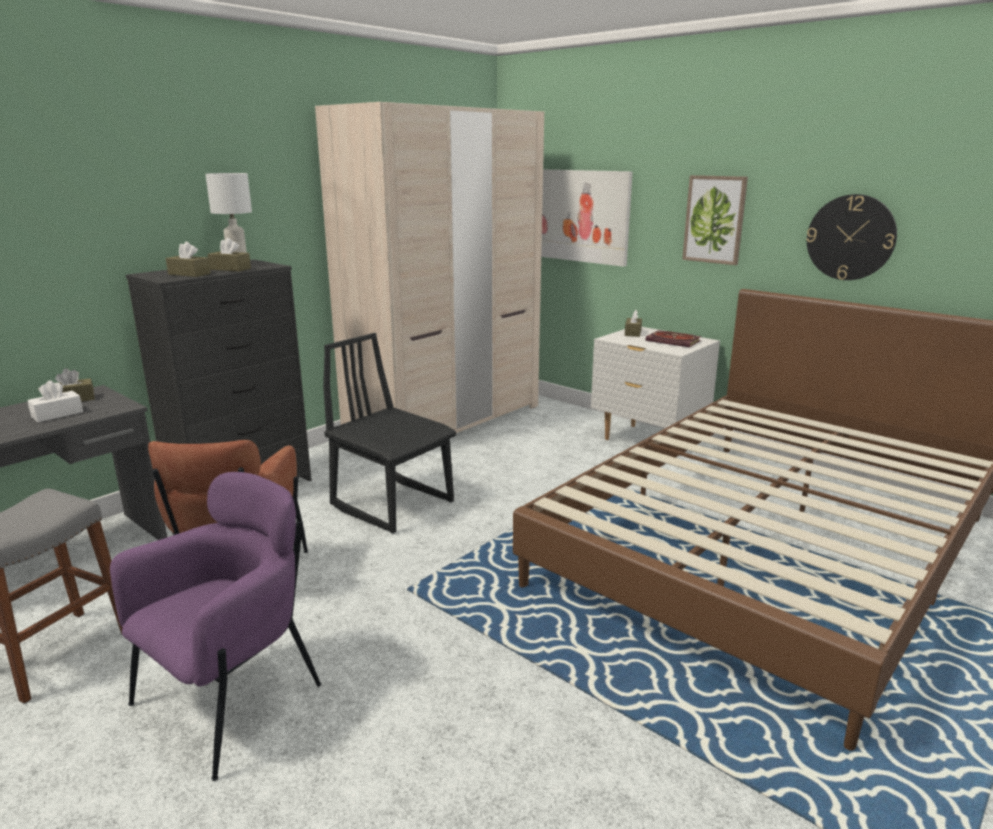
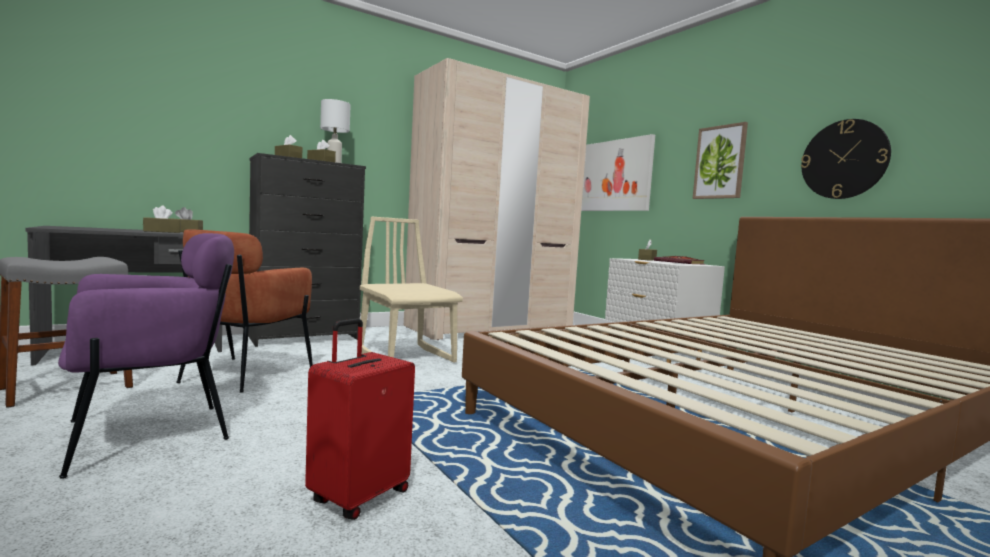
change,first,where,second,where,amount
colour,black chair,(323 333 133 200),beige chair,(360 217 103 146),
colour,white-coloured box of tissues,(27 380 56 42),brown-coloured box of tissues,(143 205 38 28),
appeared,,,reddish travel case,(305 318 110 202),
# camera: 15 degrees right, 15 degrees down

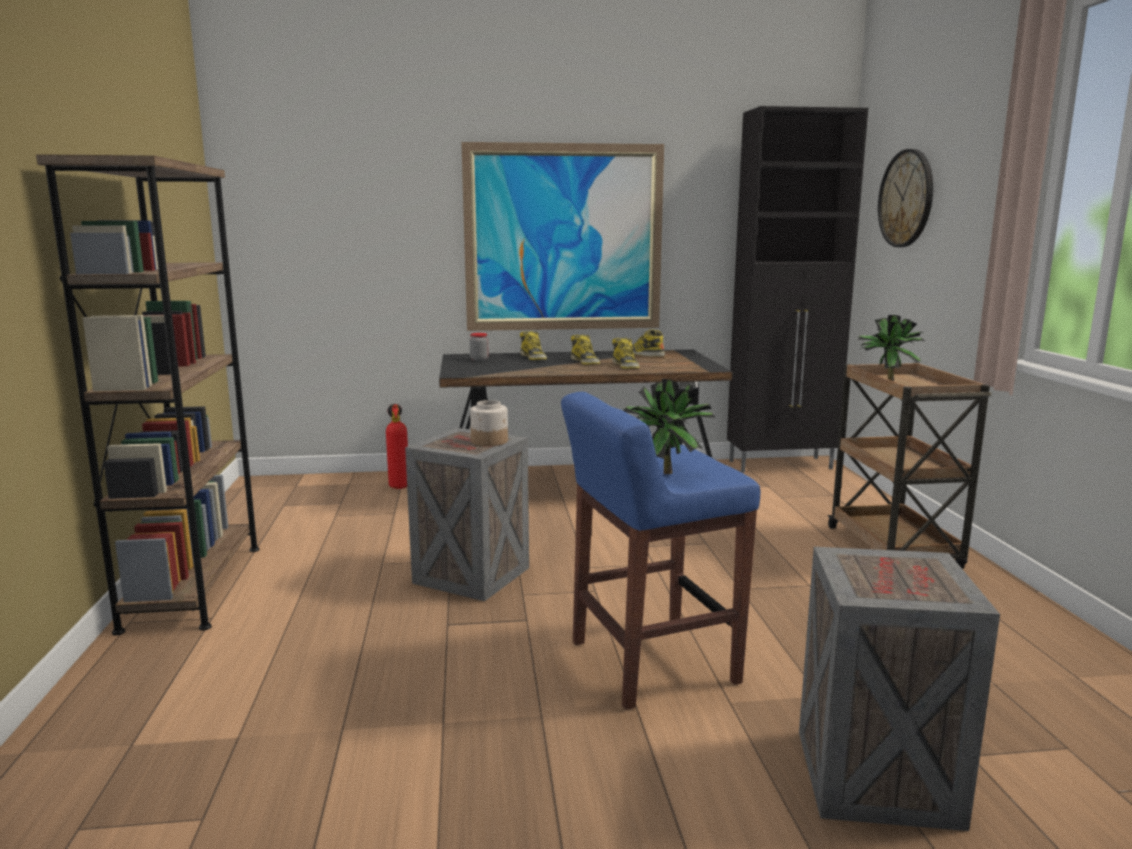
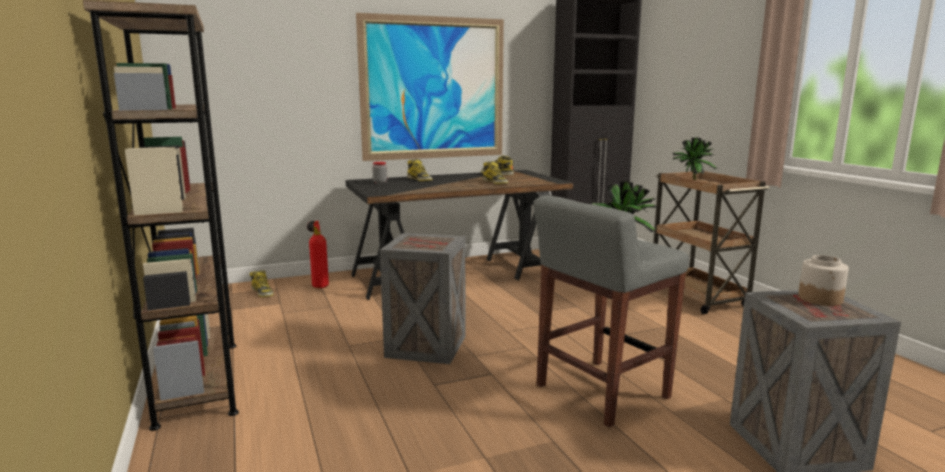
change,first,where,second,where,amount
missing,wall clock,(878 149 55 98),,,
relocated,boot,(571 334 29 31),,(250 270 23 27),
colour,blue-coloured stool,(561 392 199 318),grey stool,(533 195 156 232),
relocated,preserve jar,(470 400 38 46),,(798 255 51 51),
# camera: 15 degrees left, 0 degrees up

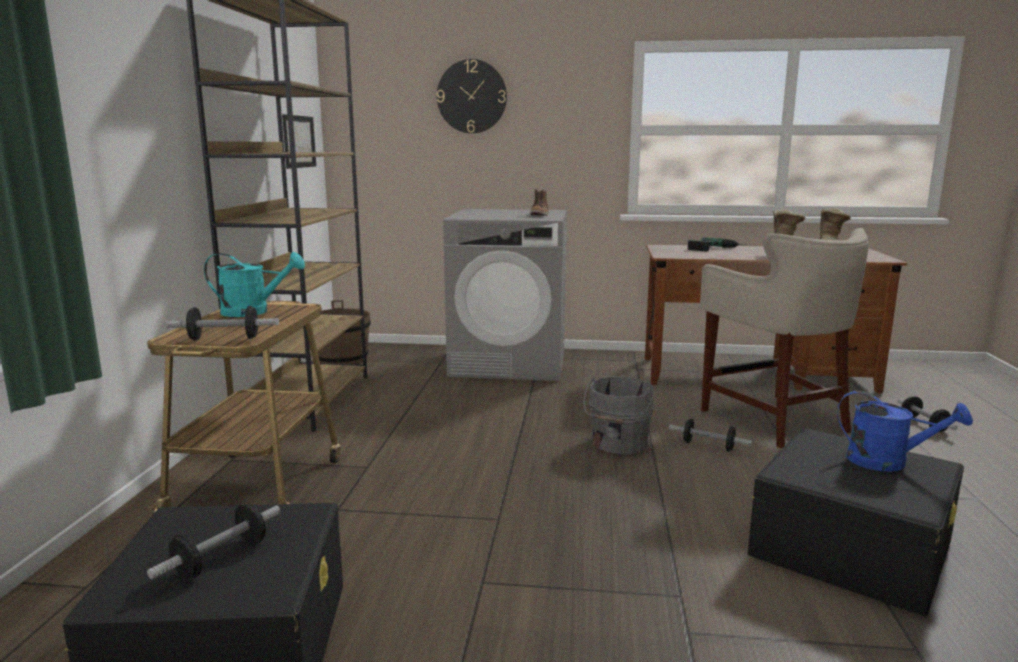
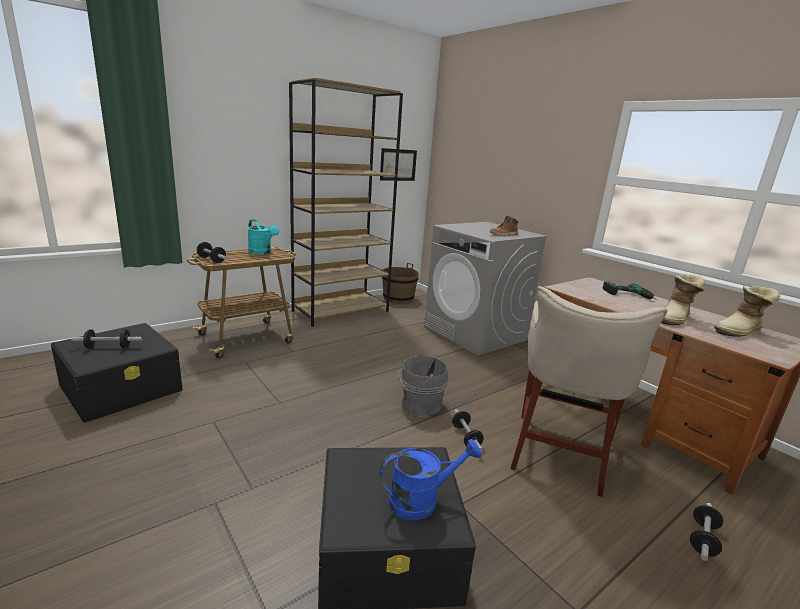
change,first,where,second,where,amount
missing,wall clock,(437 59 70 74),,,
spun,blue-coloured sprinkling can,(838 391 135 81),,(380 439 102 82),90 degrees counterclockwise
# camera: 45 degrees right, 5 degrees up

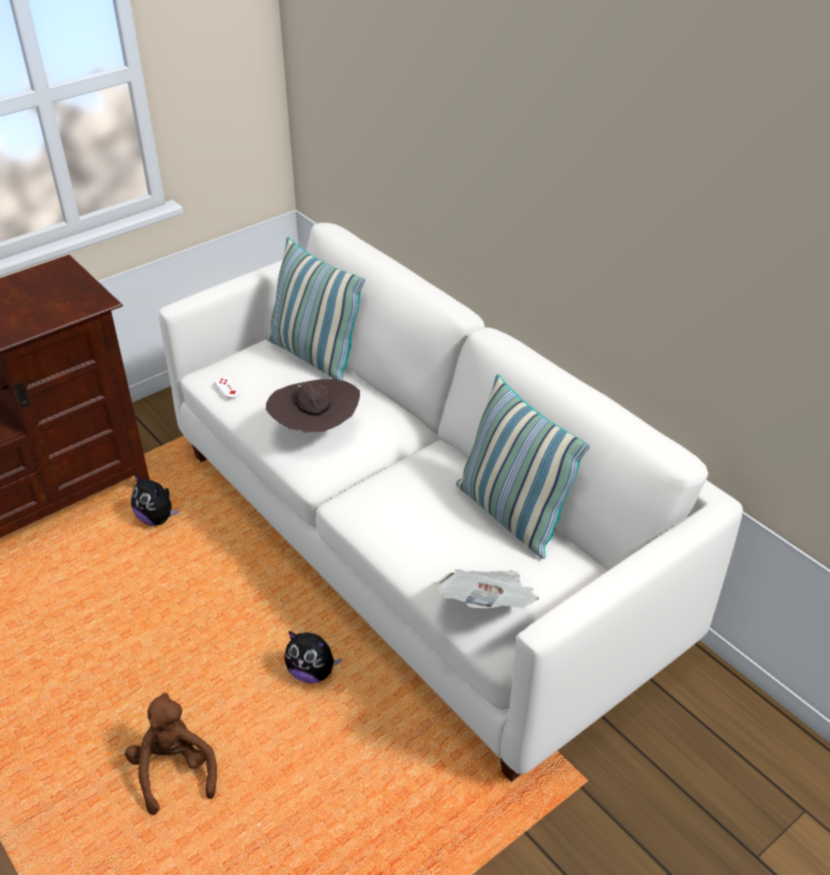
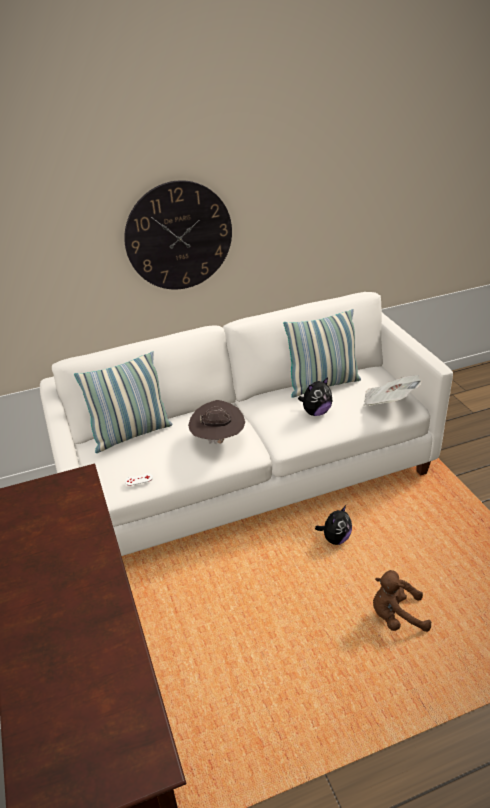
change,first,where,second,where,amount
relocated,soft toy,(131 474 48 52),,(298 377 34 39),
appeared,,,wall clock,(124 180 108 109),
# camera: 70 degrees left, 5 degrees down

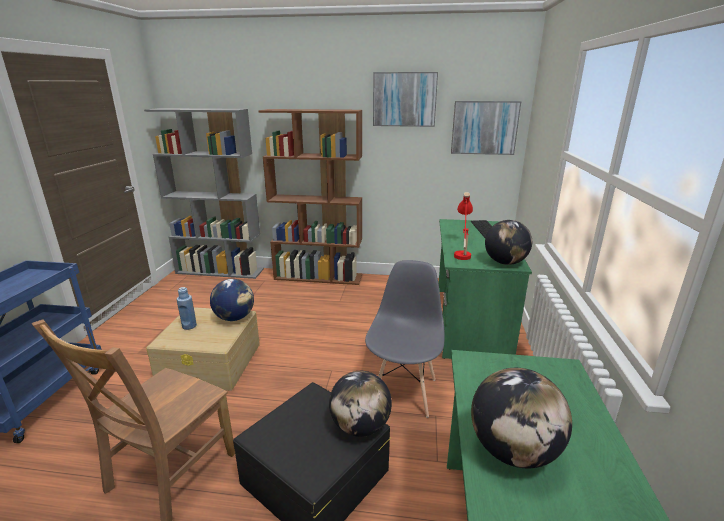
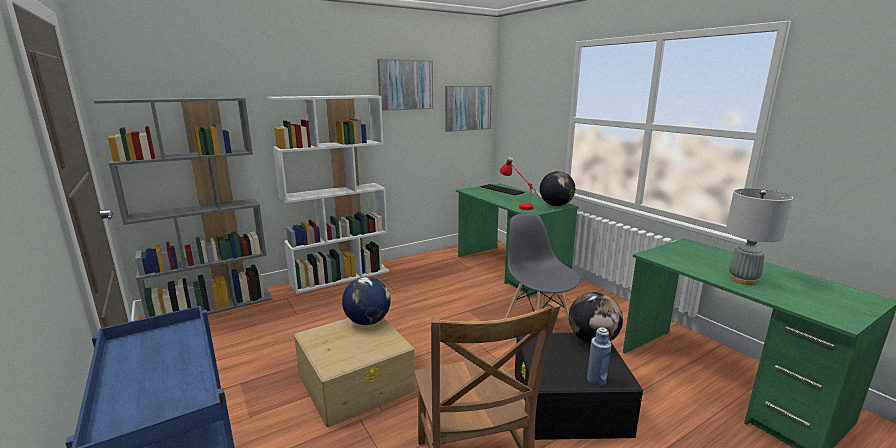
change,first,where,second,where,amount
colour,brown-coloured shelving unit,(258 109 104 176),white-coloured shelving unit,(267 95 122 199),
relocated,blue-coloured beverage bottle,(177 287 20 43),,(587 327 25 59),
exchanged,desk globe,(471 368 101 100),grey lamp for a table,(726 188 67 97),
# camera: 40 degrees left, 5 degrees down

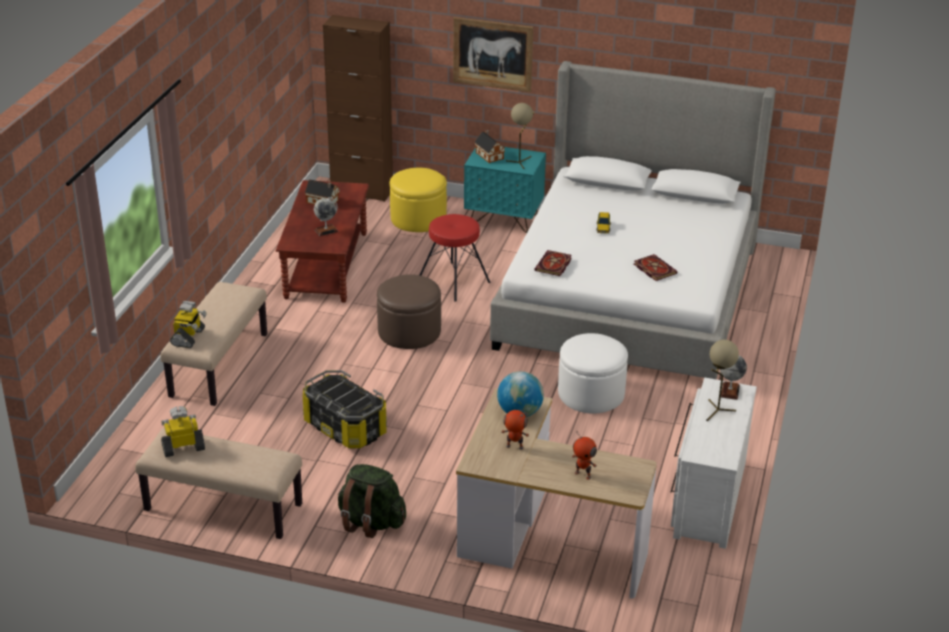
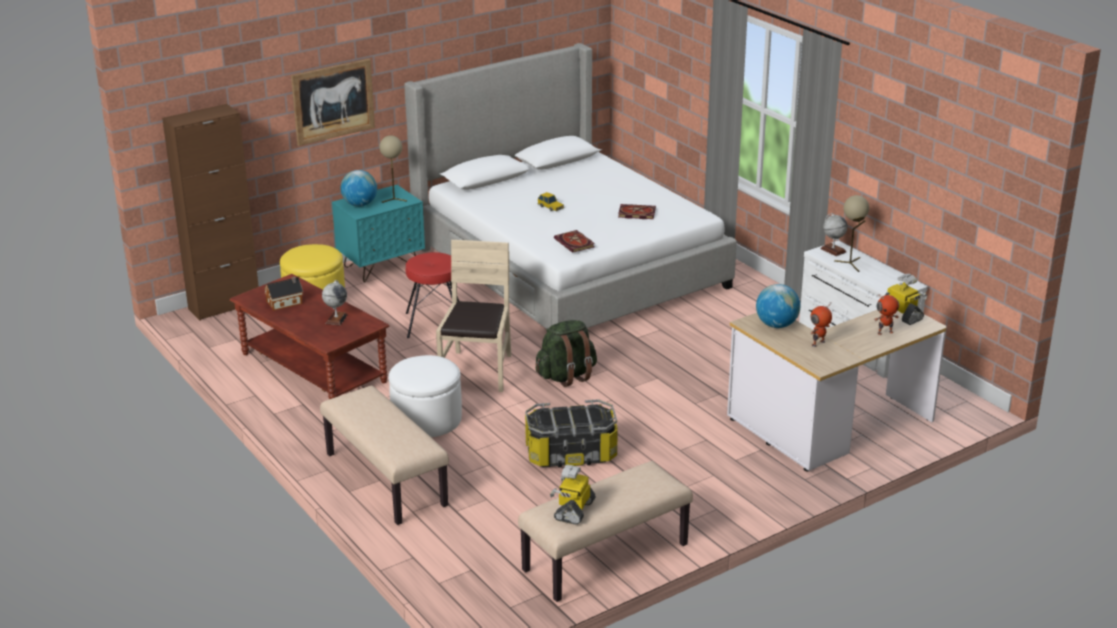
change,first,where,second,where,amount
exchanged,toy house,(474 130 32 33),desk globe,(341 170 36 37),
exchanged,brown-coloured ottoman,(377 274 64 75),beige chair,(436 240 75 152),
relocated,toy robot,(170 301 37 47),,(885 274 42 51),
relocated,white-coloured ottoman,(558 333 70 81),,(389 355 73 82),
relocated,greenish knapsack,(338 464 68 74),,(536 320 61 67),
# camera: 50 degrees left, 5 degrees down

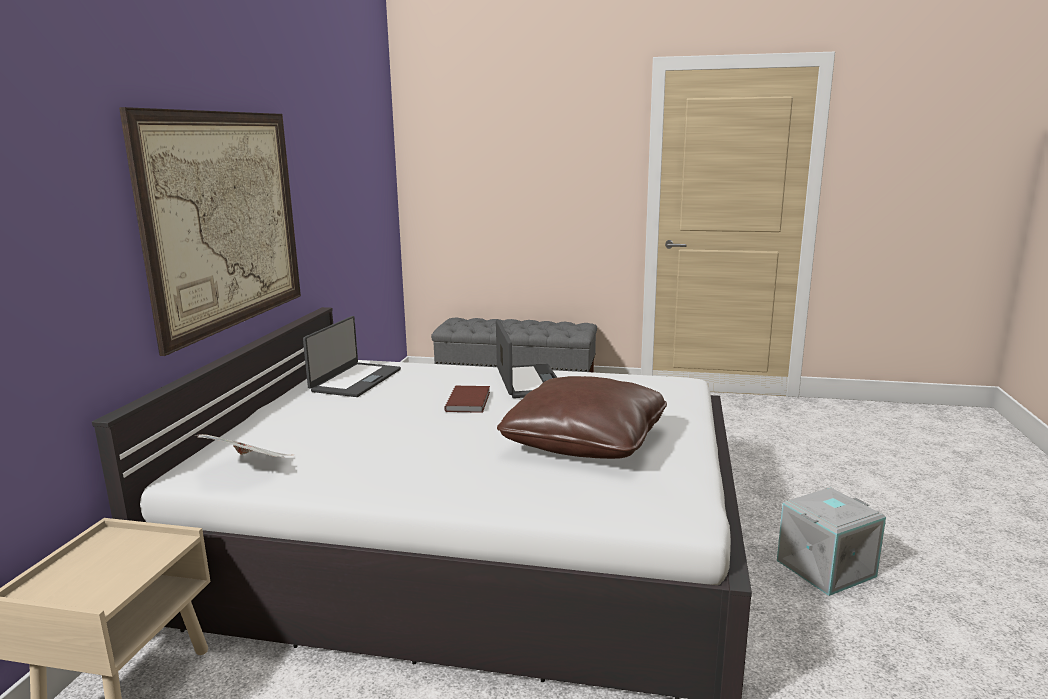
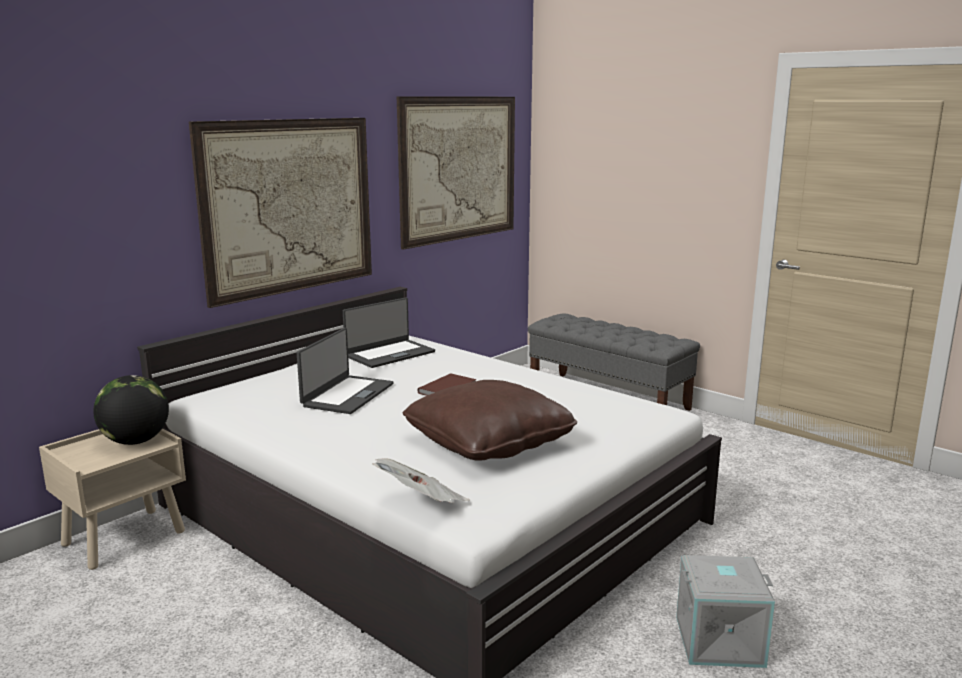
change,first,where,second,where,amount
relocated,portable computer,(496 319 61 79),,(297 328 96 86),
relocated,daily paper,(194 434 100 23),,(373 458 97 45),
appeared,,,wall picture,(397 96 118 154),
appeared,,,desk globe,(93 375 76 70),
# camera: 30 degrees right, 0 degrees up

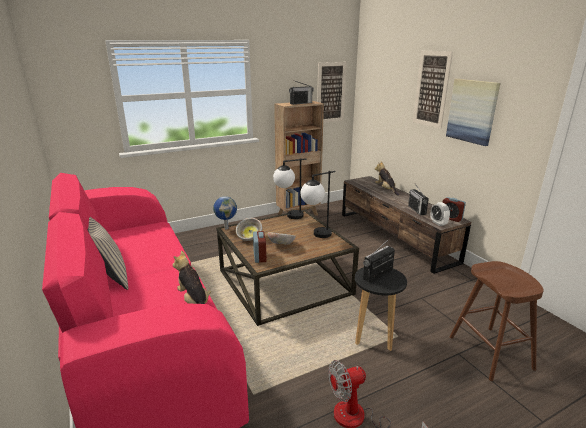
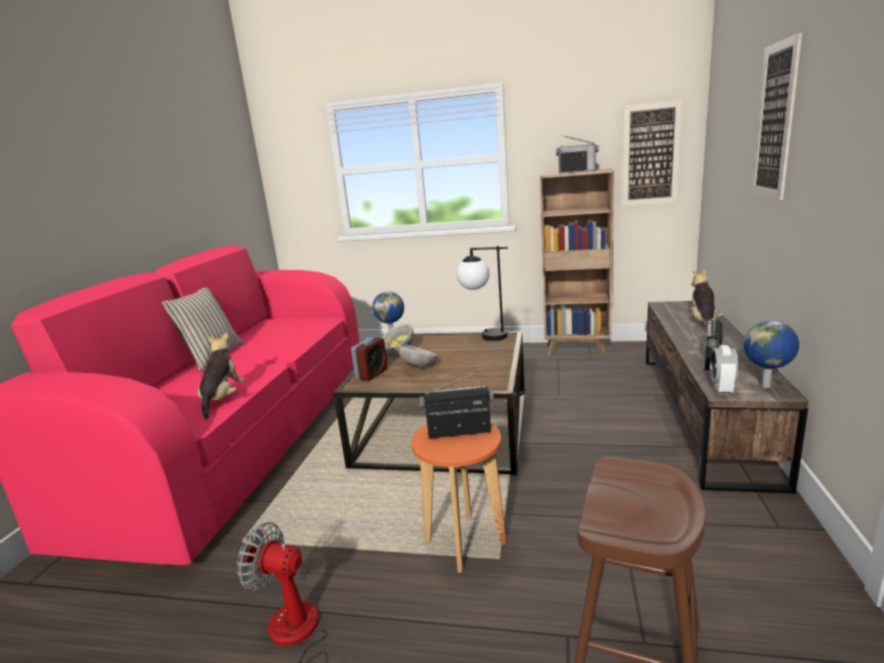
change,first,where,second,where,amount
missing,wall picture,(446 79 54 67),,,
missing,lamp for a table,(301 171 35 67),,,
exchanged,table clock,(442 197 24 25),desk globe,(743 321 56 67),
colour,black stool,(355 267 52 84),orange-coloured stool,(411 423 96 150),
# camera: 40 degrees right, 5 degrees down

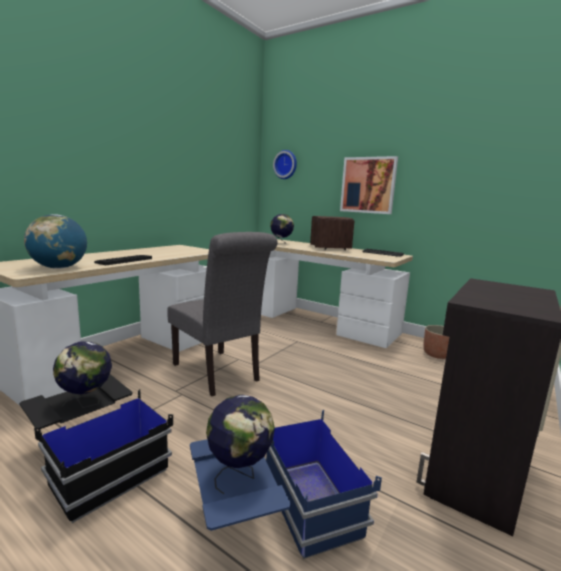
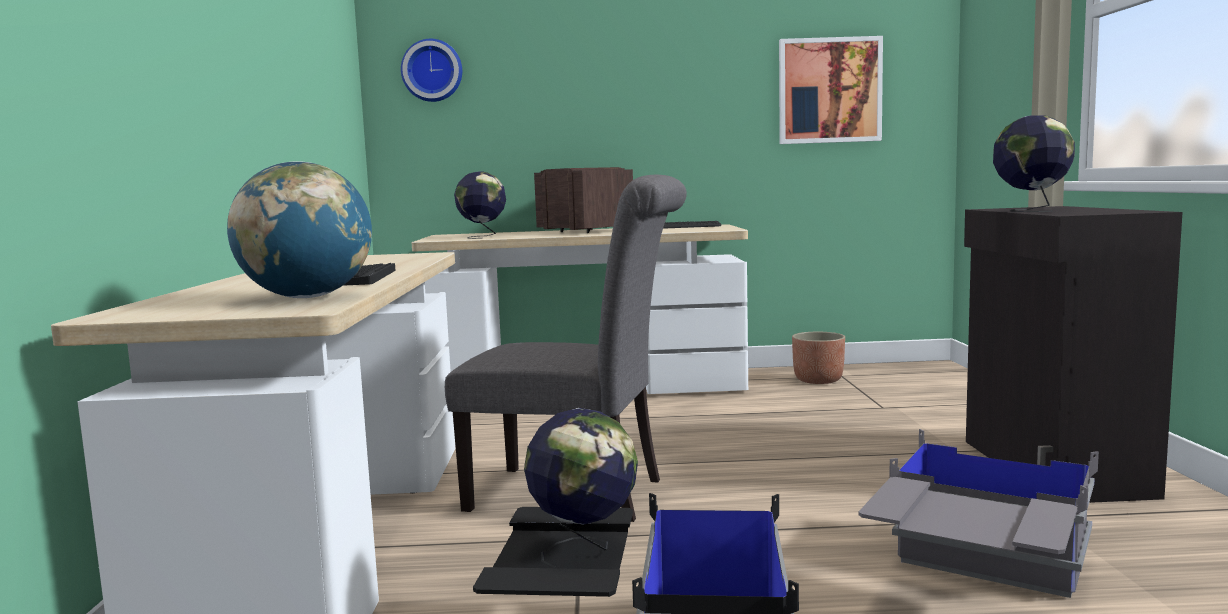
change,first,where,second,where,amount
relocated,wall picture,(340 156 58 58),,(779 36 104 108),
relocated,desk globe,(206 395 69 100),,(993 115 82 97),
colour,blue-coloured storage box,(190 410 192 149),grey storage box,(859 429 240 169),
# camera: 35 degrees left, 5 degrees down

